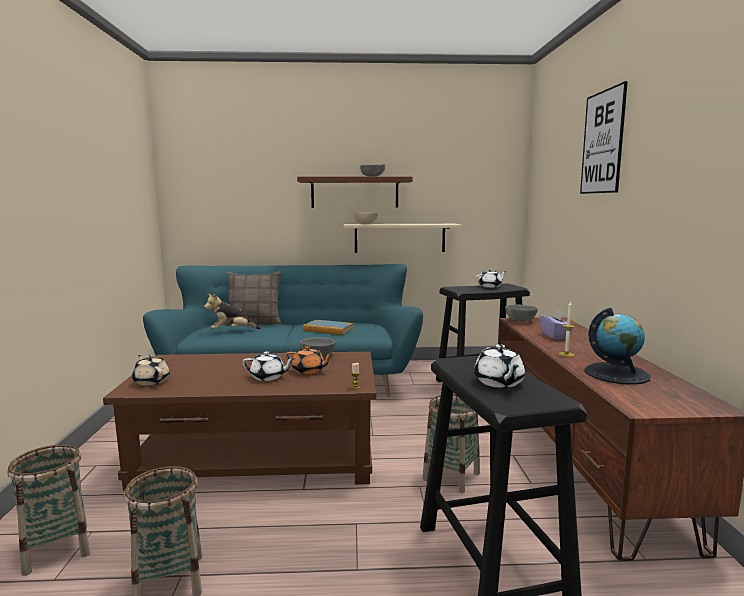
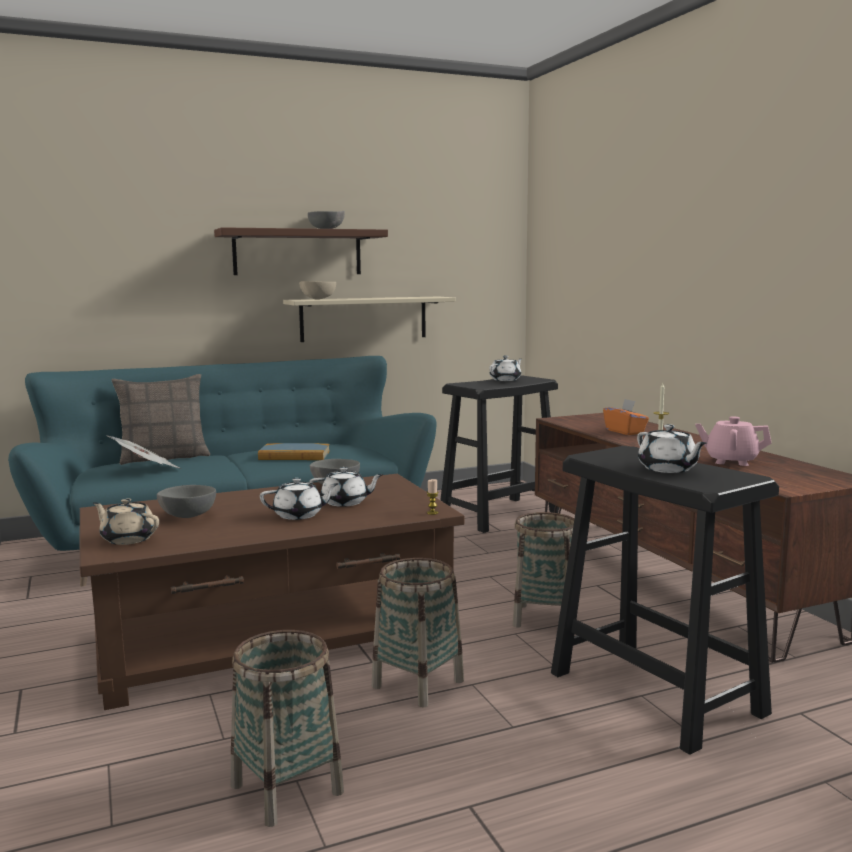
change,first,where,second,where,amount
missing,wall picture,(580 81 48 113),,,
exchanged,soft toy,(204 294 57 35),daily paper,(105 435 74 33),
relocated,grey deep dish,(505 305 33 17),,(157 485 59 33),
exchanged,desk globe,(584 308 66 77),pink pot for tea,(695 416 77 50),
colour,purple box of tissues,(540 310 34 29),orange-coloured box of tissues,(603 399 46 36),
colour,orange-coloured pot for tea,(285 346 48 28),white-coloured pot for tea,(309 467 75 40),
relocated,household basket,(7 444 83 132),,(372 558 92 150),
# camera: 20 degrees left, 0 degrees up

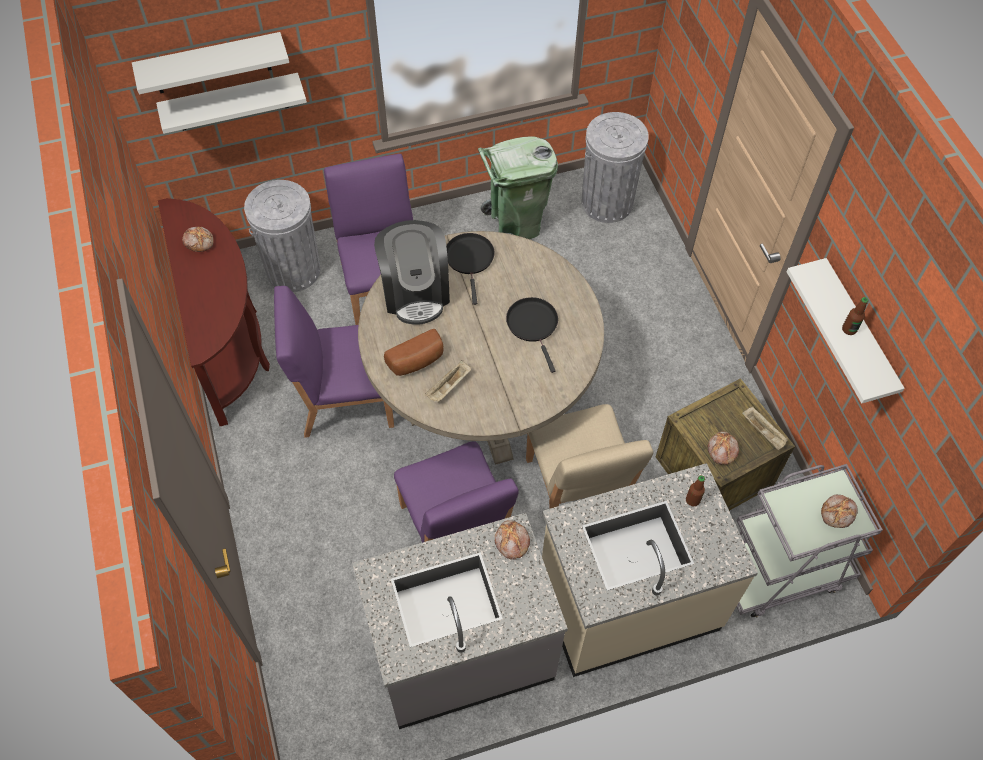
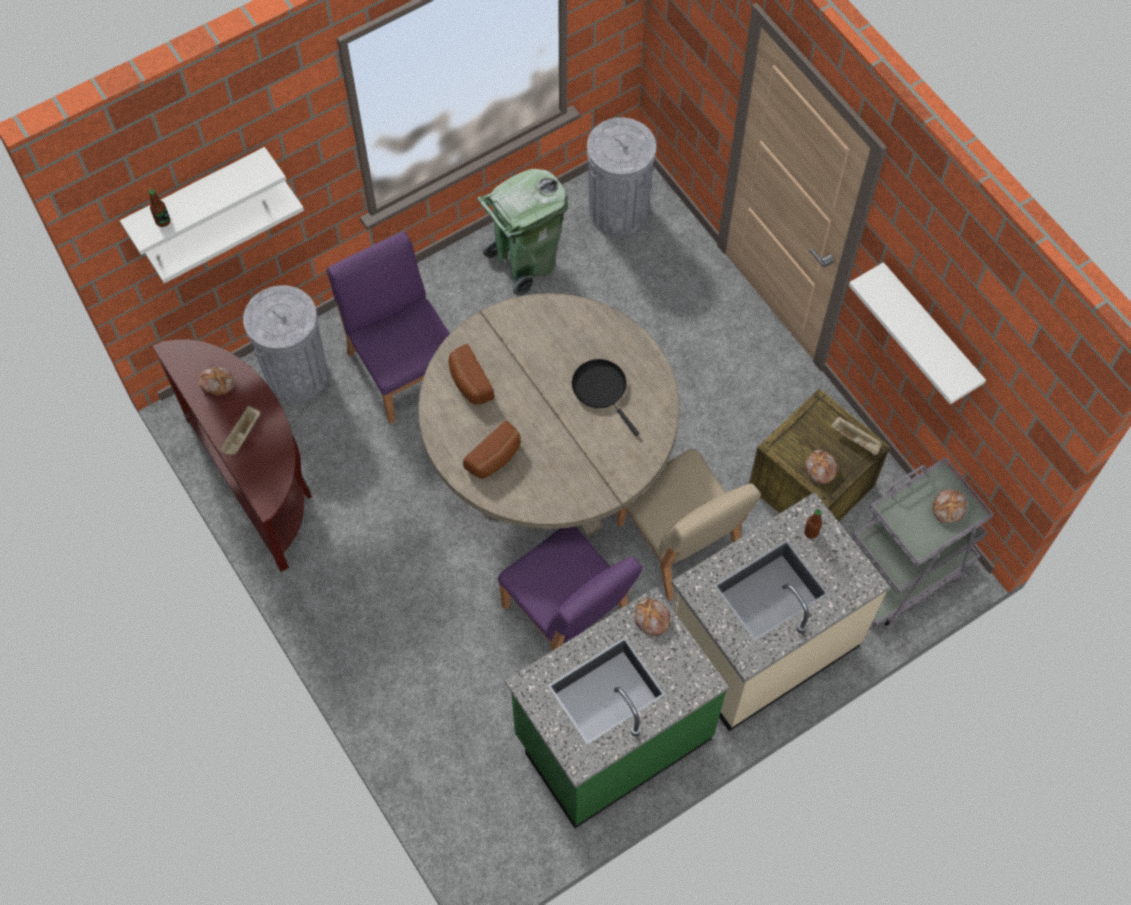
change,first,where,second,where,amount
exchanged,coffee maker,(374 220 76 105),bread,(448 344 46 61),
missing,black pan,(446 233 48 72),,,
missing,purple chair,(274 286 120 152),,,
relocated,beverage bottle,(842 297 26 38),,(149 189 21 38),
relocated,beige serving tray,(425 360 46 43),,(219 406 41 49),
colour,grey kitchen base unit,(352 513 216 216),greenish kitchen base unit,(505 587 224 241),
# camera: 15 degrees left, 5 degrees up

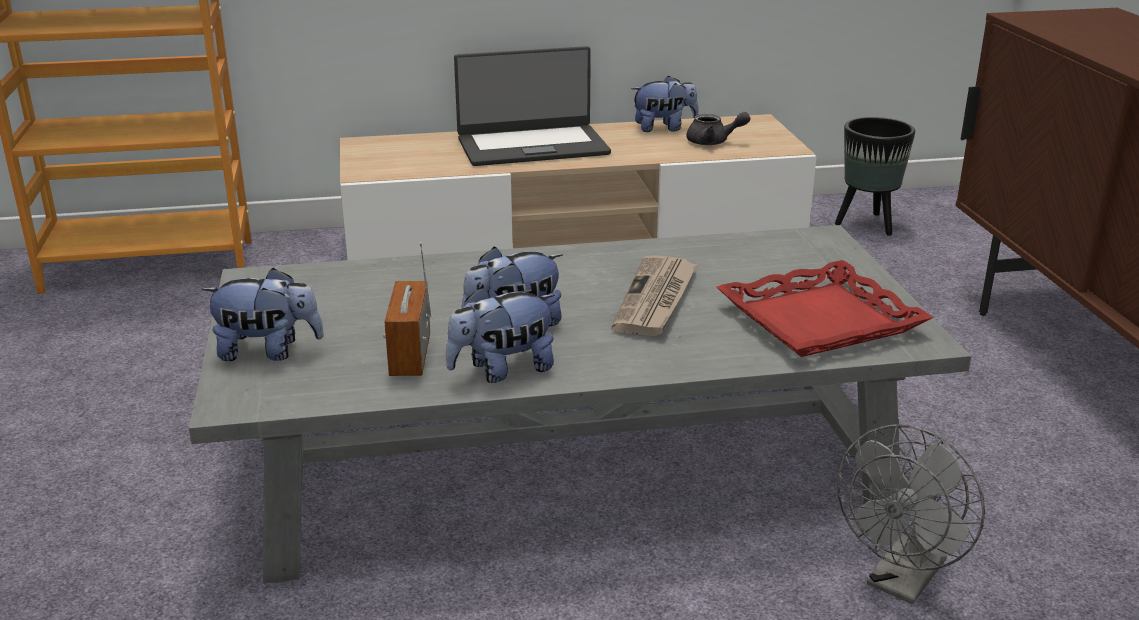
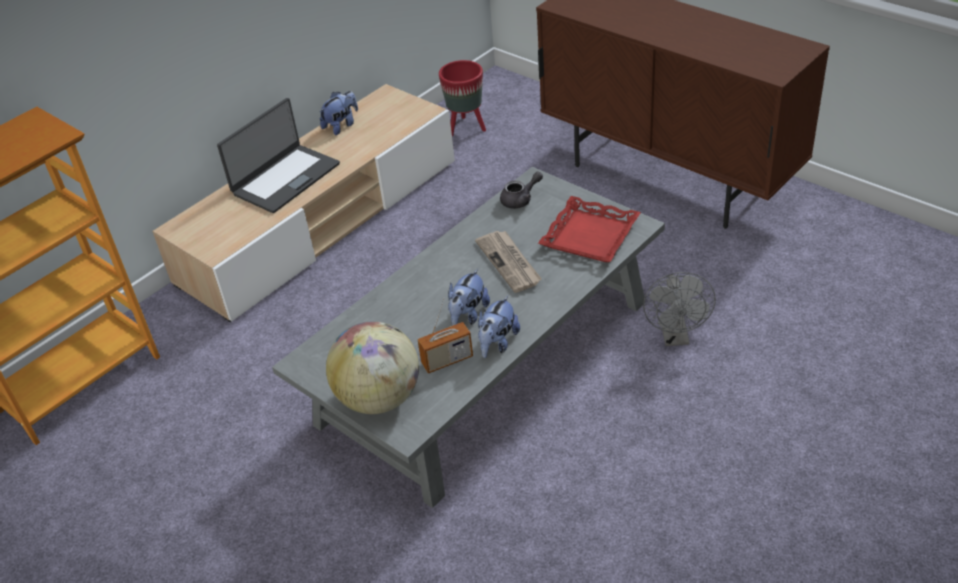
change,first,where,second,where,amount
relocated,grey pot for tea,(687 112 63 33),,(500 172 43 37),
colour,black plant pot,(835 117 80 119),reddish plant pot,(439 60 47 76),
spun,radio,(383 242 48 134),,(417 298 56 75),75 degrees counterclockwise
exchanged,soft toy,(201 268 123 93),desk globe,(326 321 93 93),
# camera: 35 degrees left, 15 degrees up

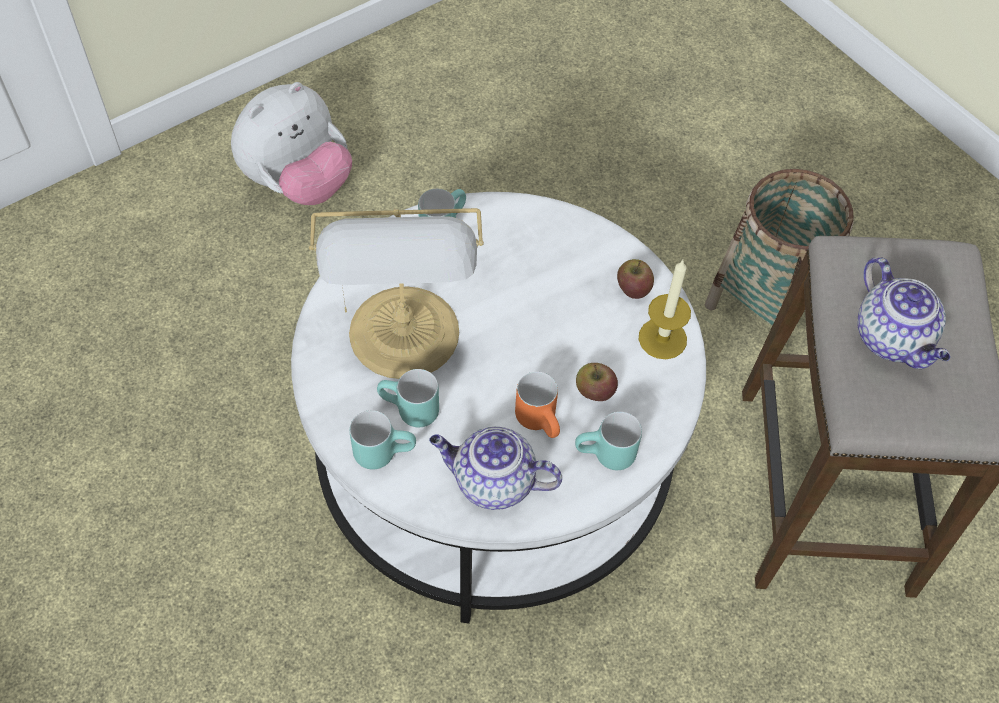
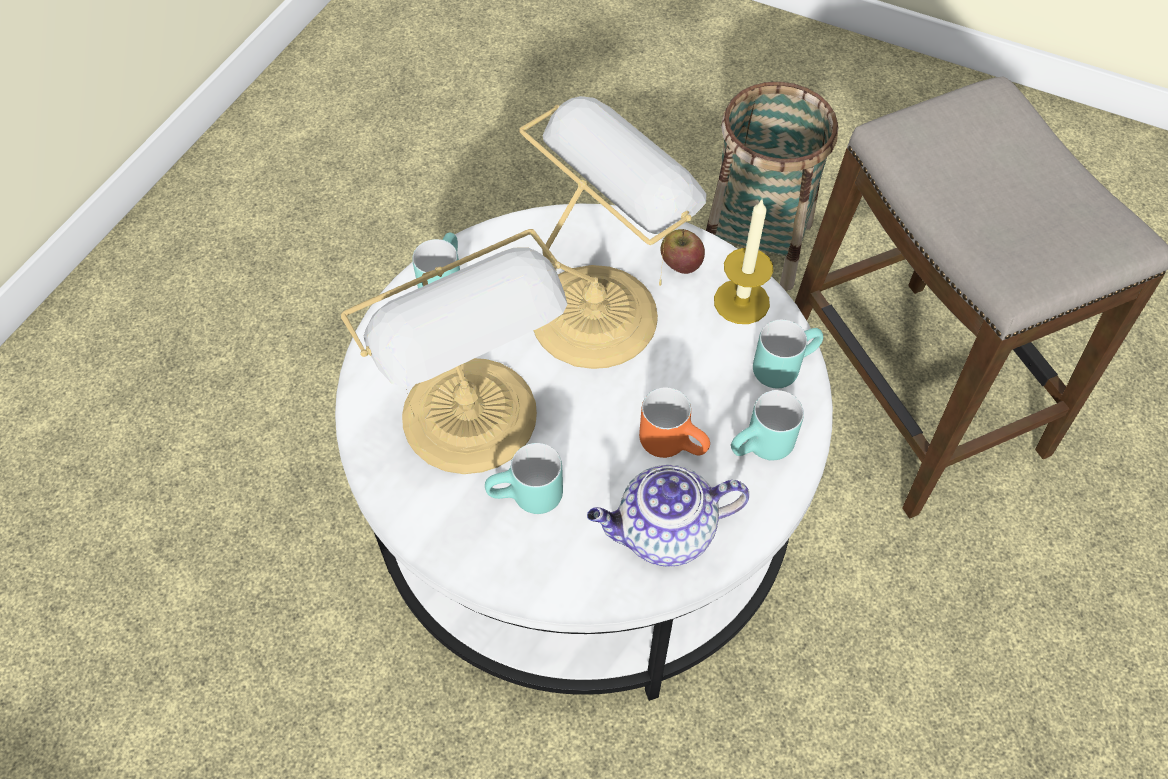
change,first,where,second,where,amount
missing,soft toy,(231 82 121 123),,,
missing,pot for tea,(857 257 93 112),,,
missing,whole apple,(576 363 42 38),,,
relocated,turquoise coffee mug,(350 410 66 59),,(753 320 70 68),
appeared,,,lamp for a table,(519 96 187 273),
# camera: 25 degrees left, 0 degrees up

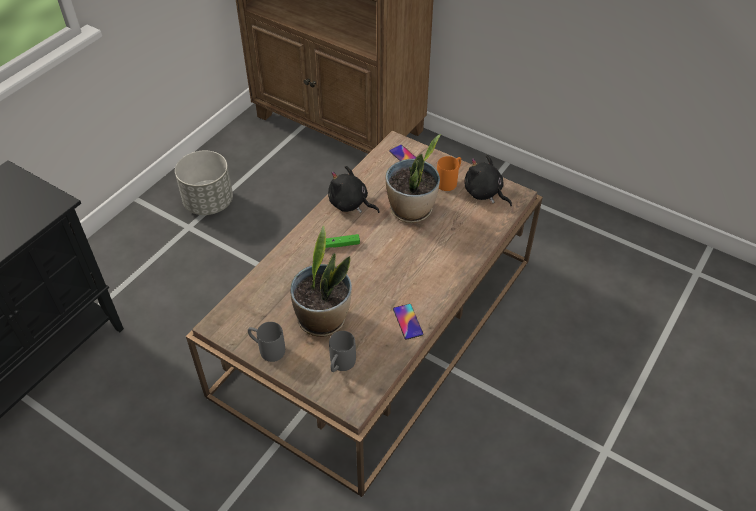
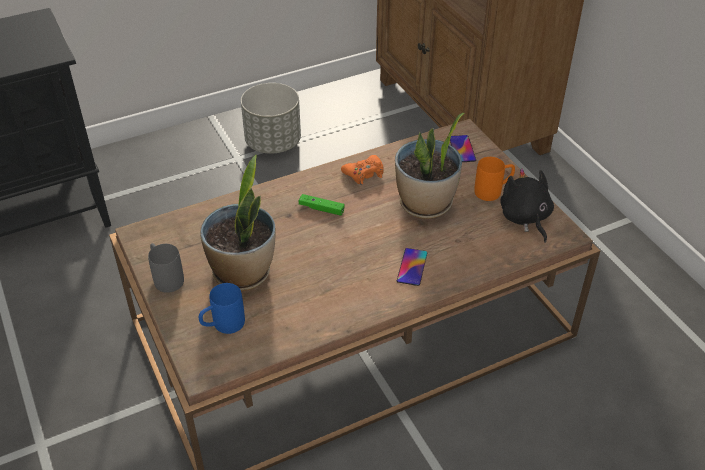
change,first,where,second,where,amount
exchanged,black soft toy,(328 166 52 47),orange-coloured game controller,(341 155 43 30),
relocated,phone,(393 304 30 36),,(397 248 30 38),
colour,grey coffee mug,(329 331 27 41),blue-coloured coffee mug,(199 283 46 51),
# camera: 30 degrees right, 5 degrees down

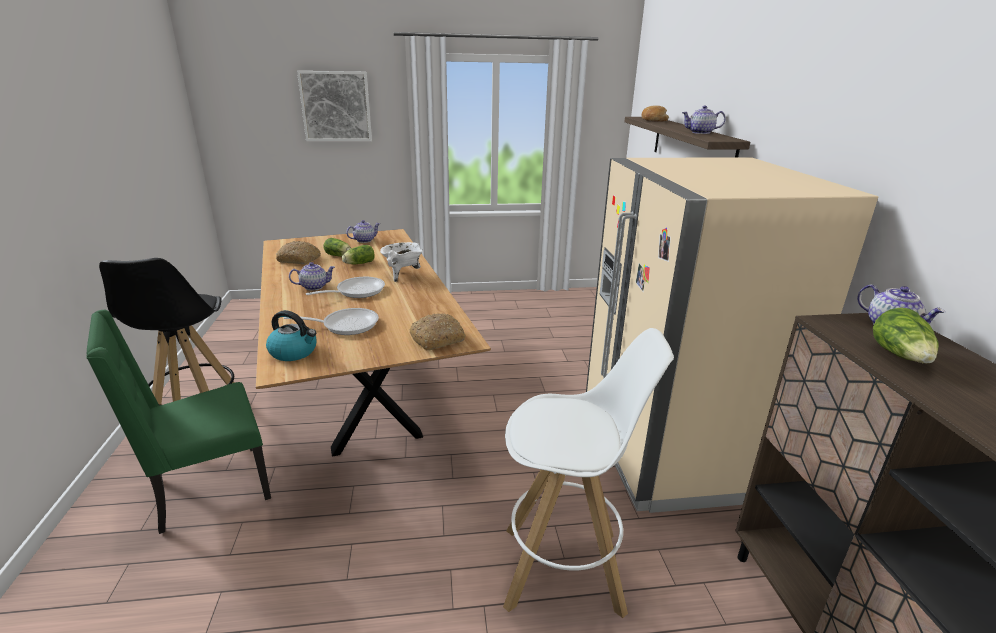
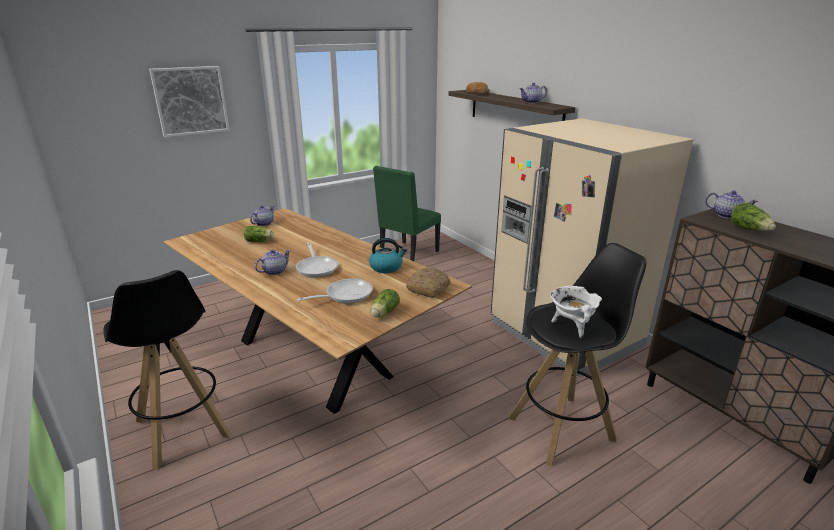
change,first,where,second,where,amount
missing,bread,(276 241 45 24),,,
relocated,white-coloured stockpot,(380 242 43 40),,(550 286 52 52),
relocated,lettuce,(342 245 33 19),,(371 289 29 28),
spun,pan,(306 277 79 21),,(296 242 42 35),135 degrees clockwise
relocated,greenish chair,(86 310 185 224),,(373 166 68 95),
relocated,tea kettle,(266 310 50 51),,(369 238 38 35),
colour,white-coloured stool,(503 328 171 290),black stool,(508 243 139 223),
# camera: 25 degrees left, 0 degrees up

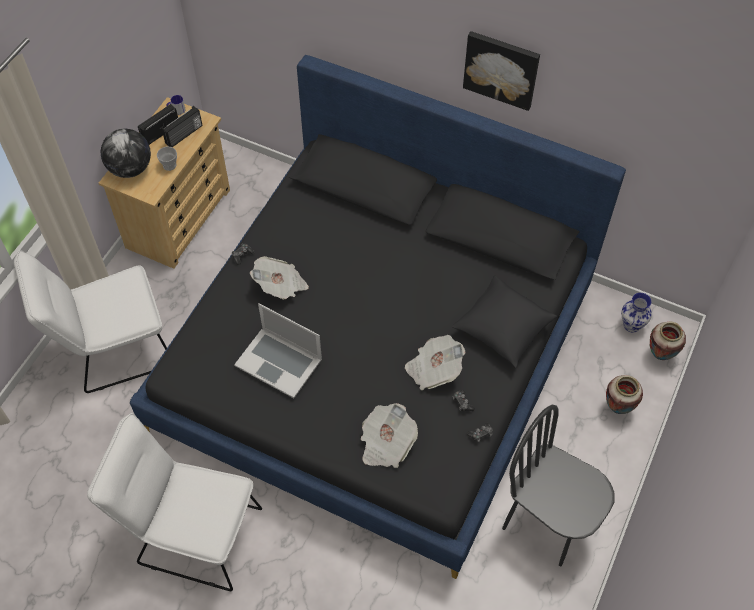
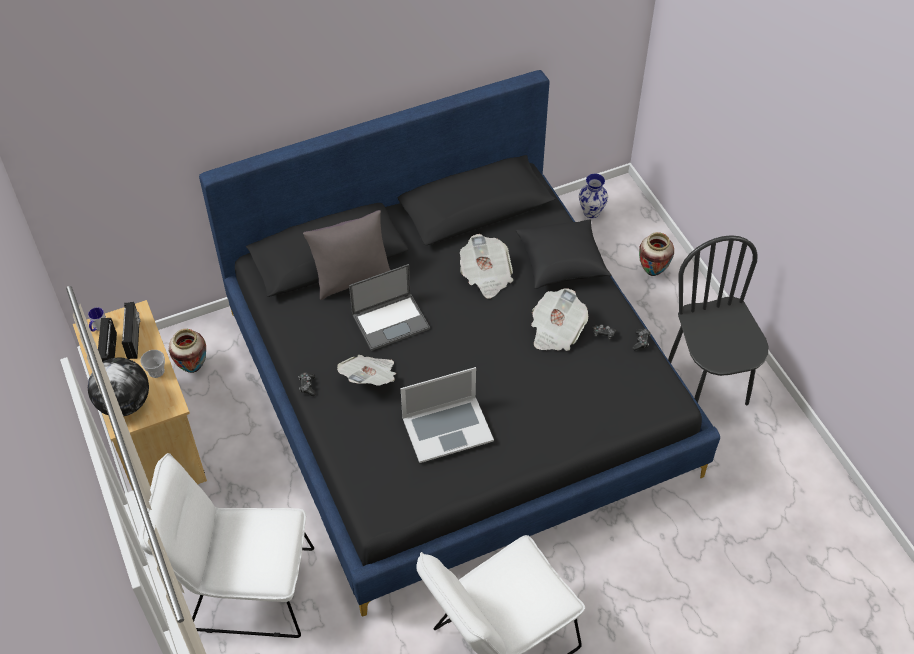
change,first,where,second,where,amount
missing,wall picture,(463 31 77 80),,,
spun,white-coloured chair,(14 250 153 143),,(138 453 176 185),75 degrees clockwise
relocated,vase,(650 321 36 39),,(169 329 37 44),
relocated,daily paper,(361 403 57 65),,(460 234 53 65),
spun,black chair,(502 405 113 161),,(668 235 101 170),90 degrees clockwise
appeared,,,grey throw pillow,(303 210 87 90),
appeared,,,portable computer,(349 264 81 87),
# camera: 50 degrees left, 5 degrees down

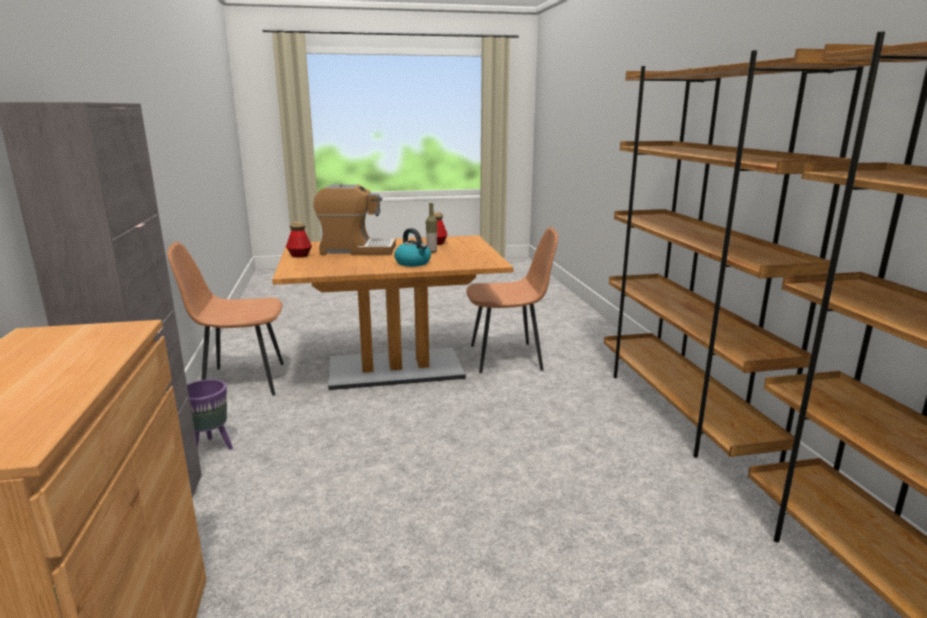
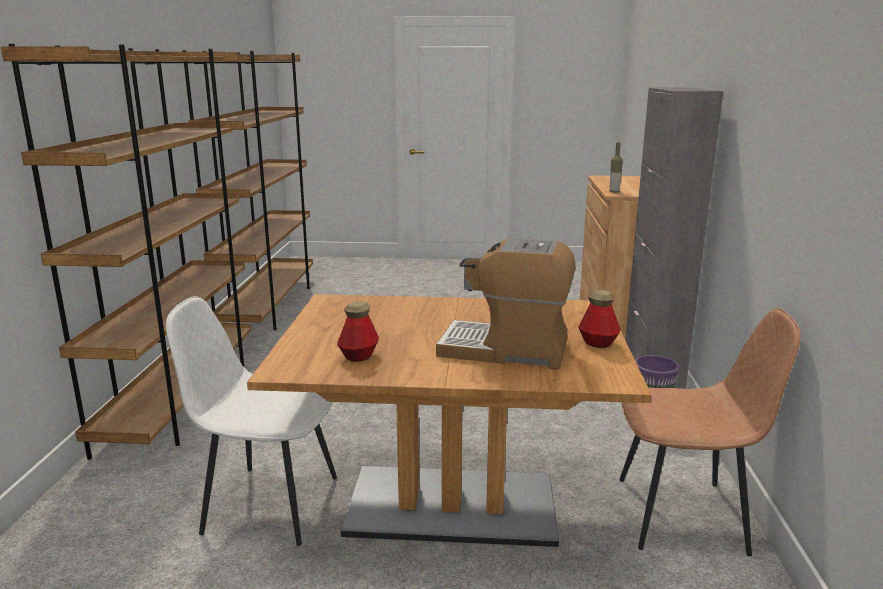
change,first,where,second,where,amount
relocated,beverage bottle,(426 203 11 50),,(609 142 14 51),
colour,brown-coloured chair,(466 227 92 146),white-coloured chair,(166 296 171 250),
missing,tea kettle,(394 228 37 39),,,
# camera: 165 degrees left, 0 degrees up

